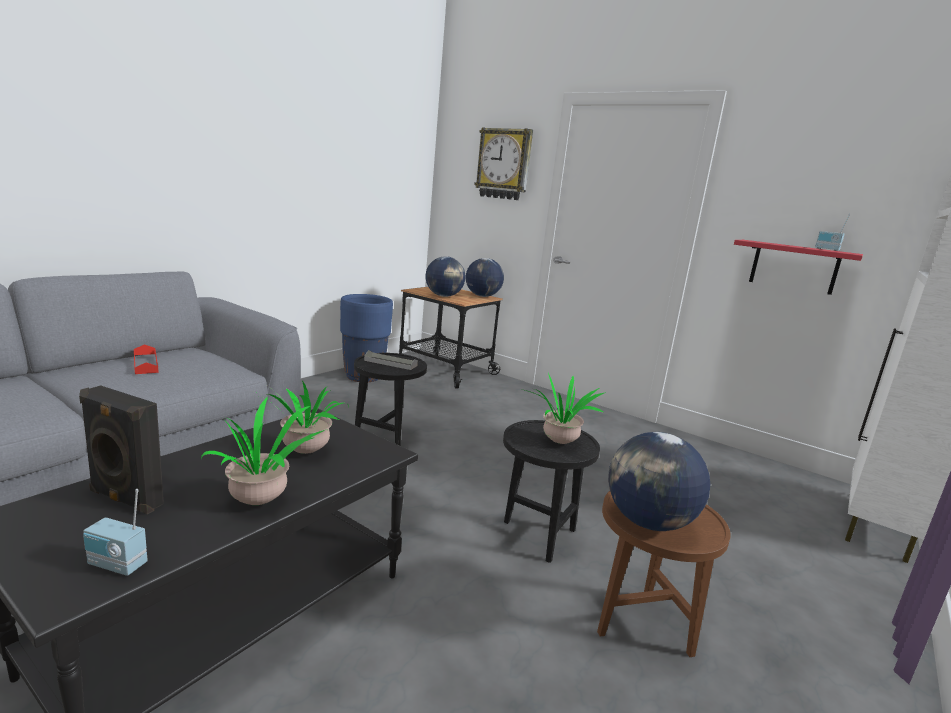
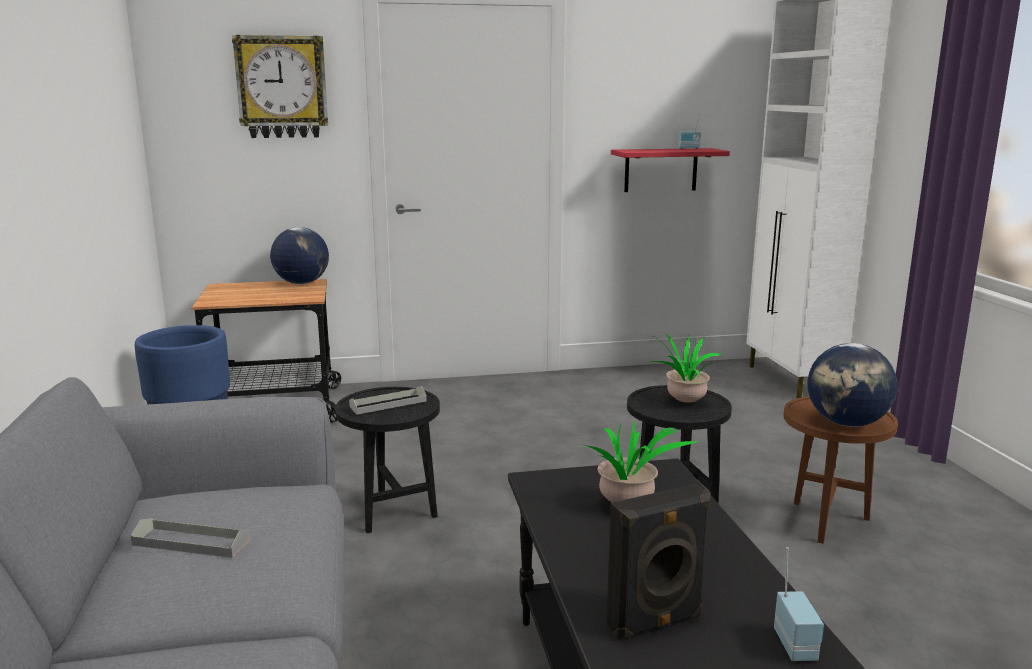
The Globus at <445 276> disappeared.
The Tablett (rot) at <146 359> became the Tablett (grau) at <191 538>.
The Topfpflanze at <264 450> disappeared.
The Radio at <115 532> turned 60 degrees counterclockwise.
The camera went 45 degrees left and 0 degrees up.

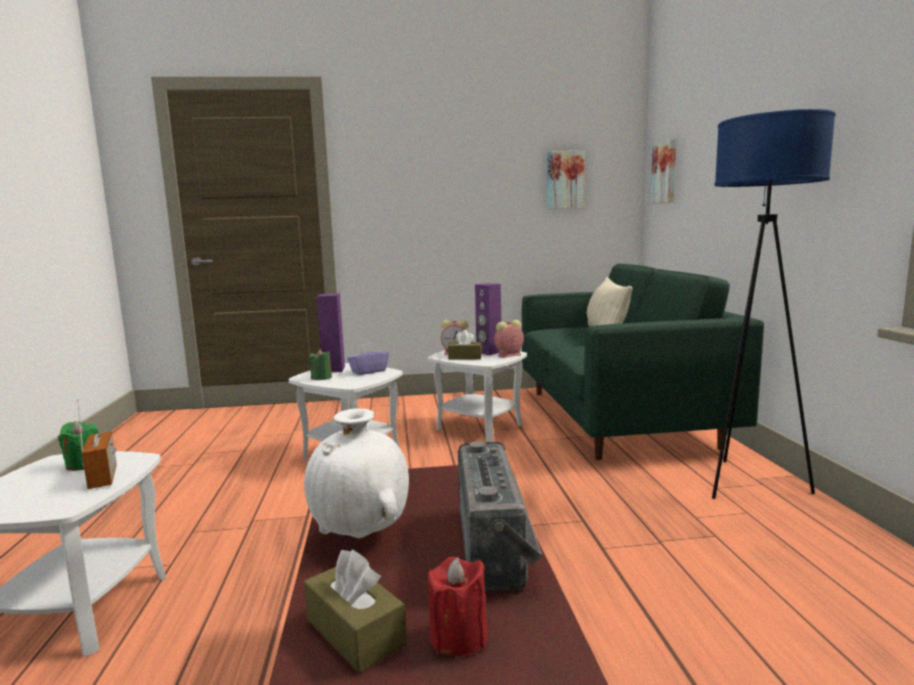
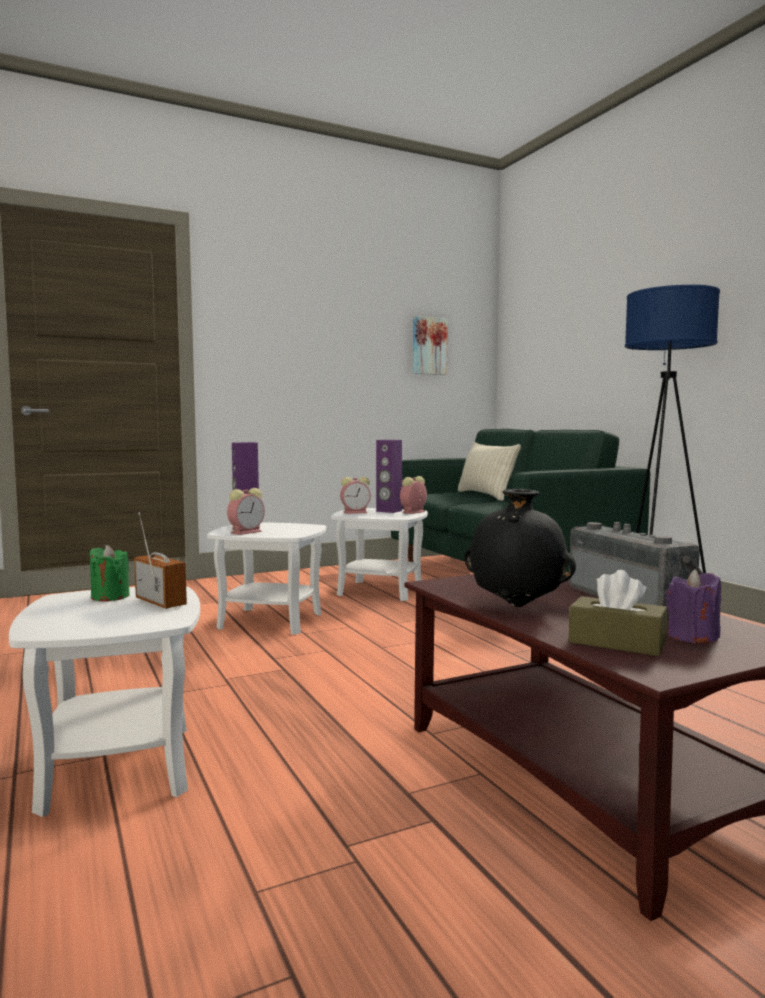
The Bild at <663 171> disappeared.
The Taschentuchbox (braun) at <465 345> disappeared.
The Taschentuchbox (lila) at <368 358> disappeared.
The Kerze (grün) at <320 364> was replaced by the Wecker at <246 511>.
The Vase (weiß) at <356 473> became the Vase (schwarz) at <520 548>.
The Kerze (rot) at <457 606> became the Kerze (lila) at <693 606>.
The camera went 20 degrees left and 5 degrees down.

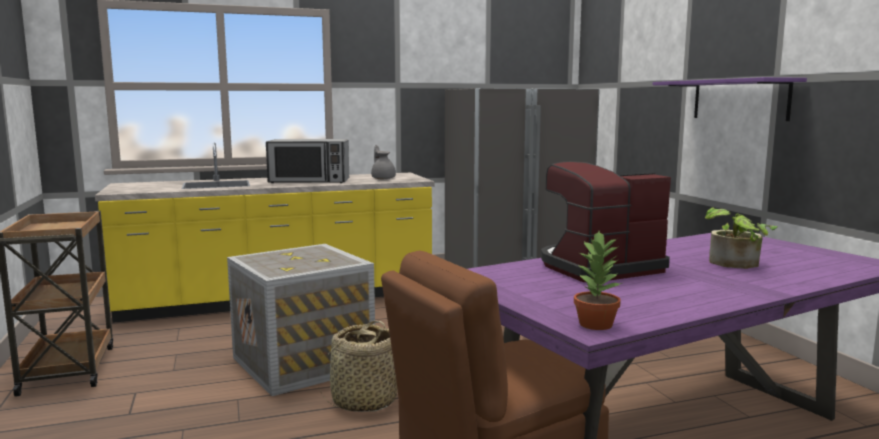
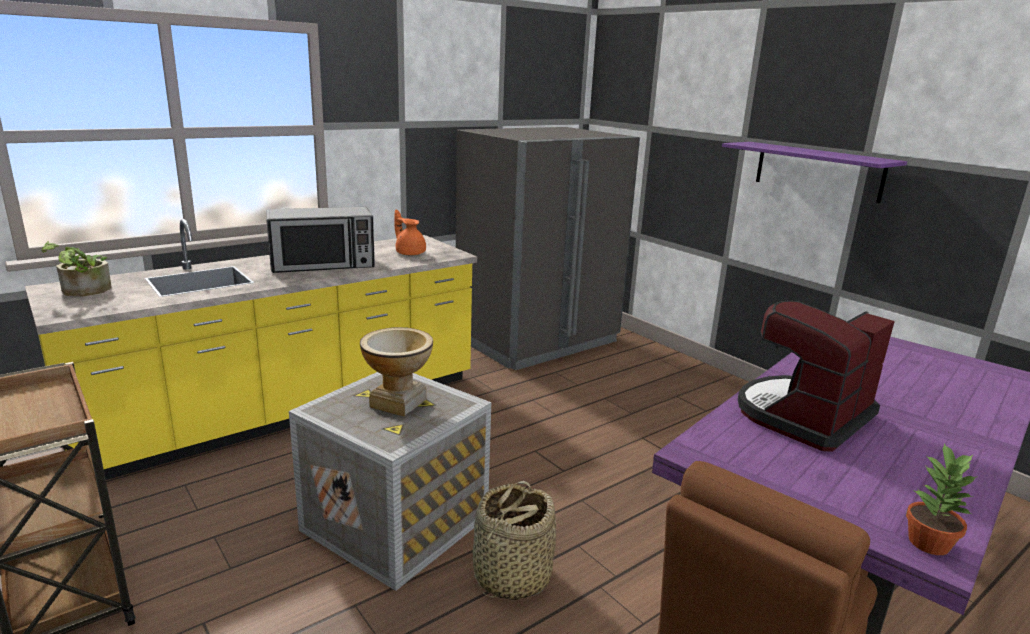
The Teekanne (grau) at <383 162> became the Teekanne (orange) at <410 233>.
The Topfpflanze moved from <741 238> to <76 269>.
The Vase at <396 372> appeared.
The camera went 20 degrees left and 10 degrees up.

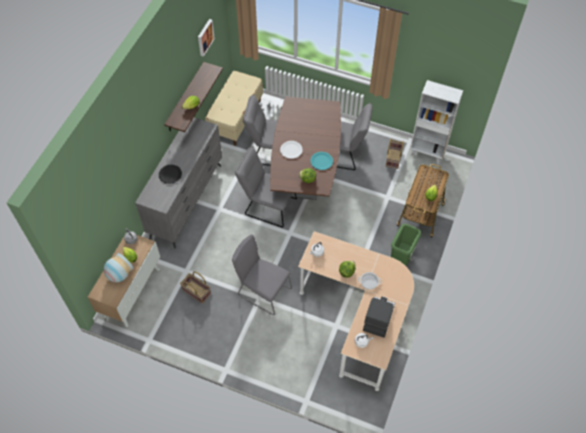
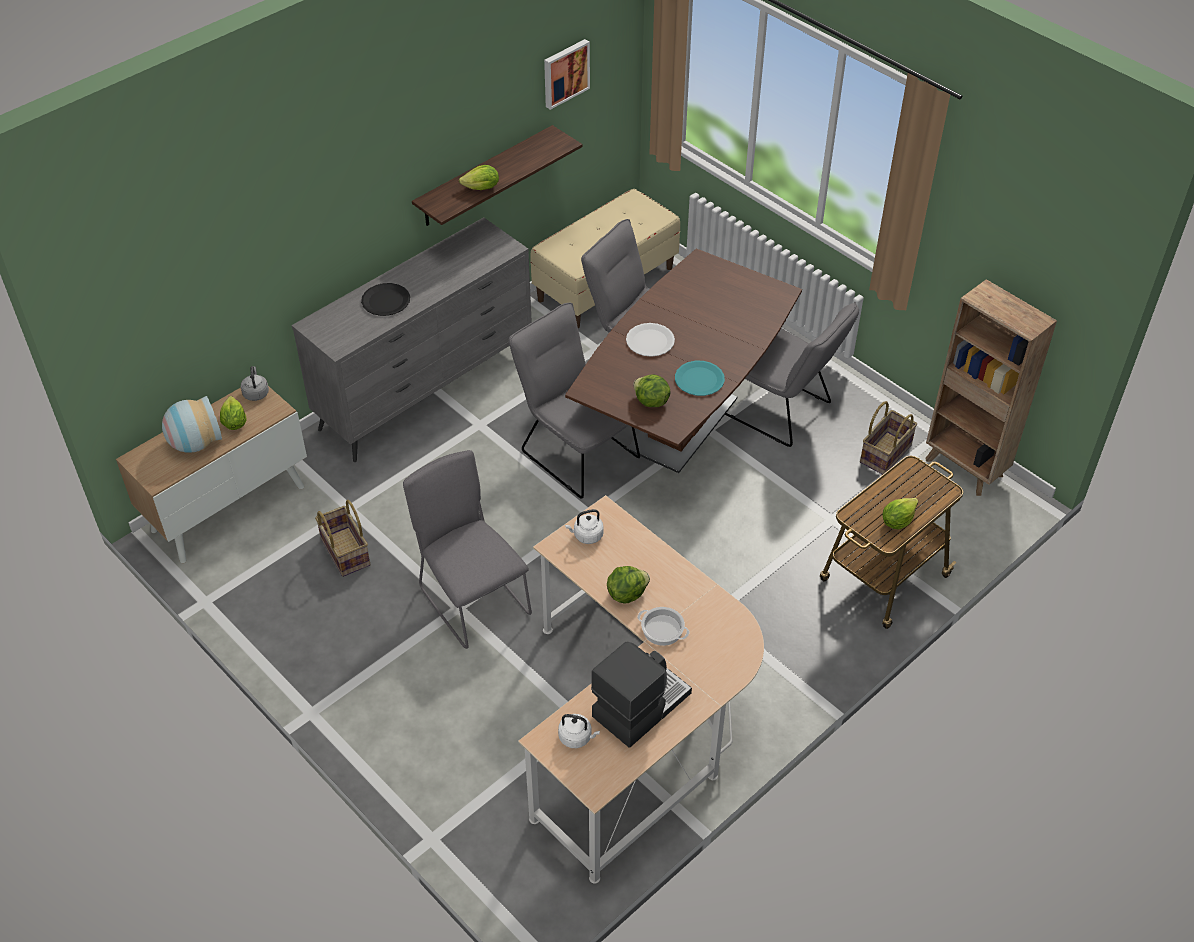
The Bücherregal (weiß) at <436 122> became the Bücherregal (braun) at <991 387>.
The Mülleimer (grün) at <406 245> disappeared.
The camera went 25 degrees right and 10 degrees down.

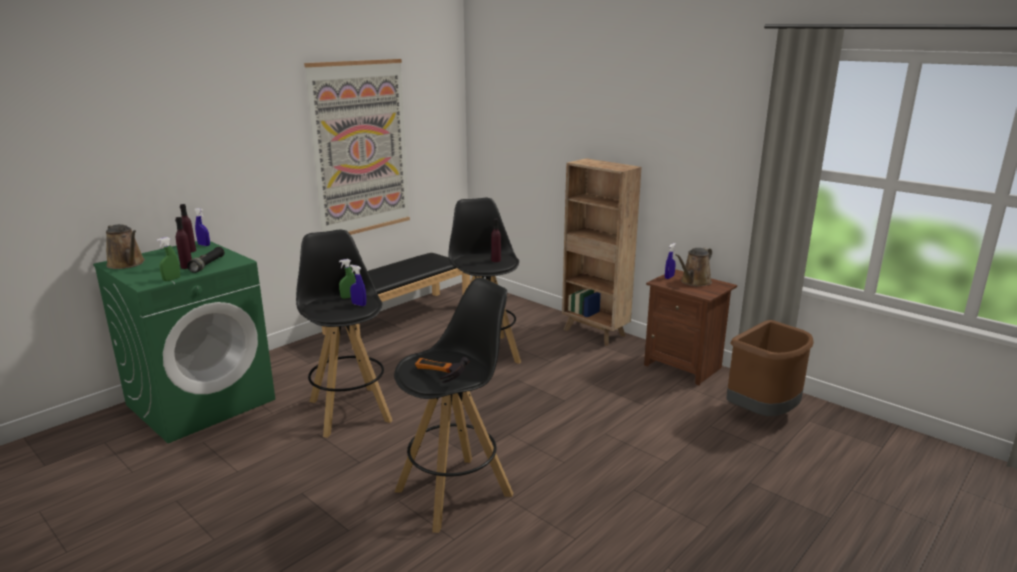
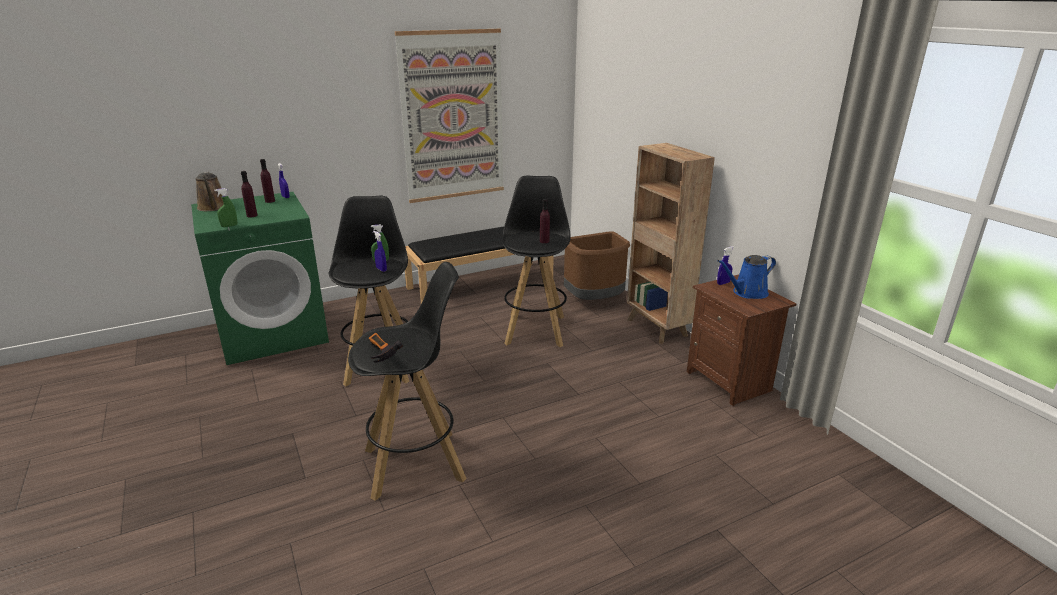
The Taschenlampe (schwarz) at <206 260> disappeared.
The Gießkanne (braun) at <693 267> became the Gießkanne (blau) at <746 277>.
The Mülleimer (braun) moved from <770 368> to <597 266>.
The camera went 20 degrees right and 5 degrees up.

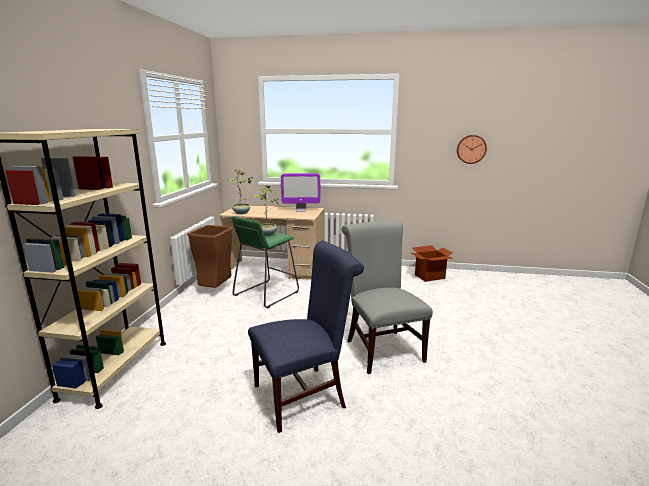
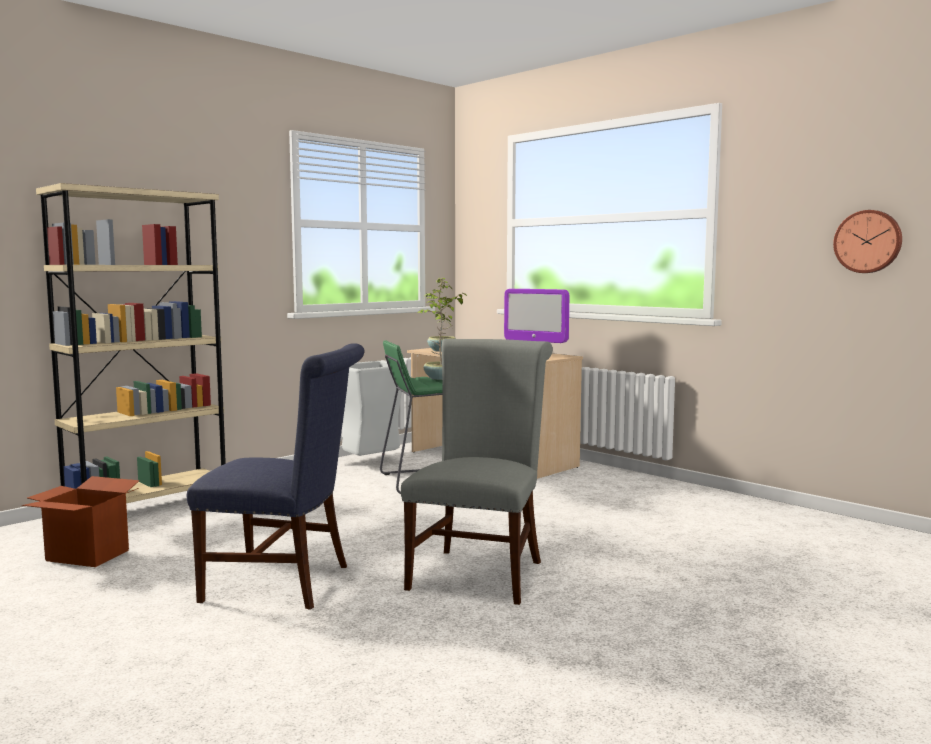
The Mülleimer (braun) at <210 256> became the Mülleimer (grau) at <372 408>.
The Karton moved from <432 263> to <81 521>.
The camera went 35 degrees right and 10 degrees down.

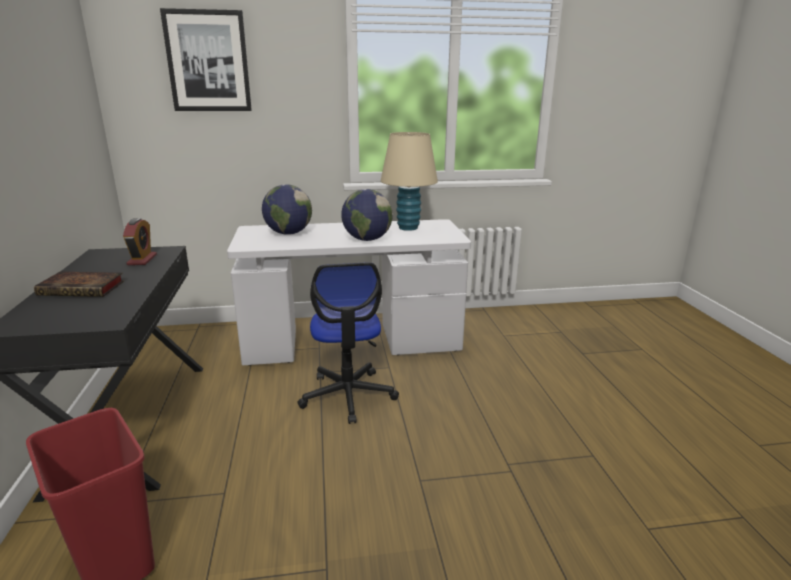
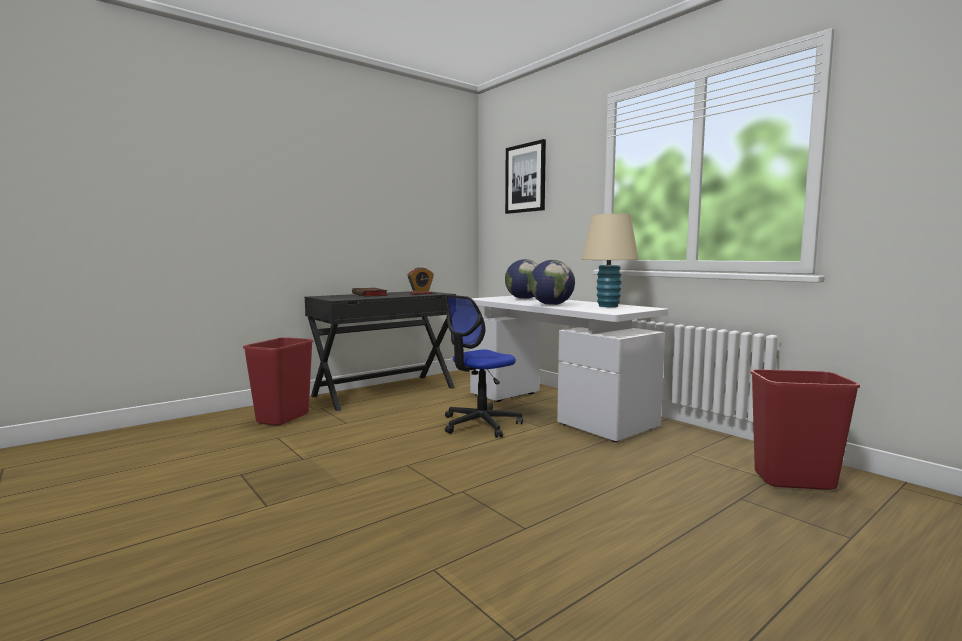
The Mülleimer (rot) at <805 429> appeared.
The camera went 60 degrees right and 15 degrees down.

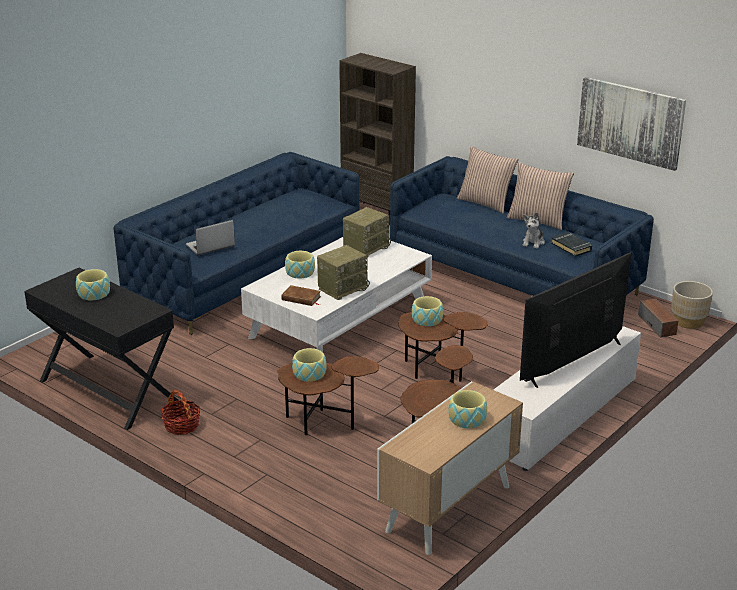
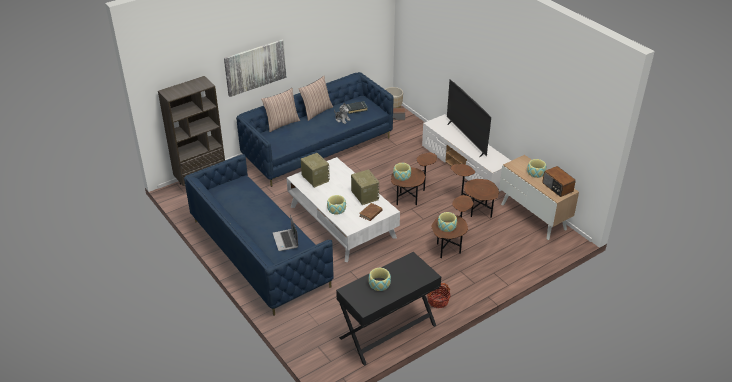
The Bild moved from <631 124> to <255 68>.
The Radio at <559 181> appeared.
The camera went 75 degrees left and 10 degrees up.

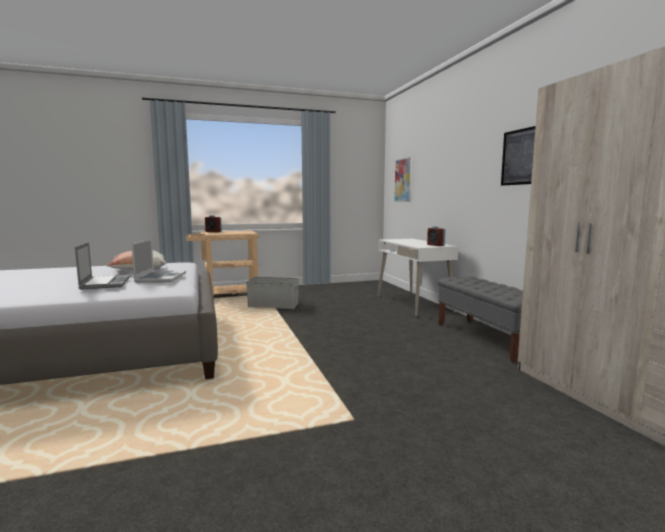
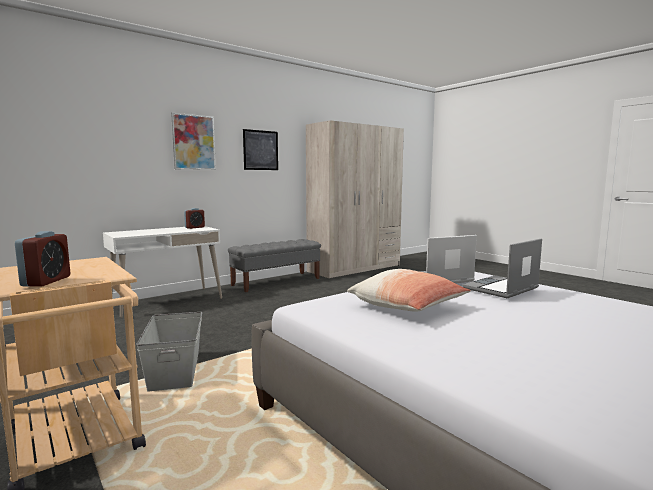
The Bild moved from <403 179> to <193 141>.
The camera went 110 degrees left and 0 degrees up.

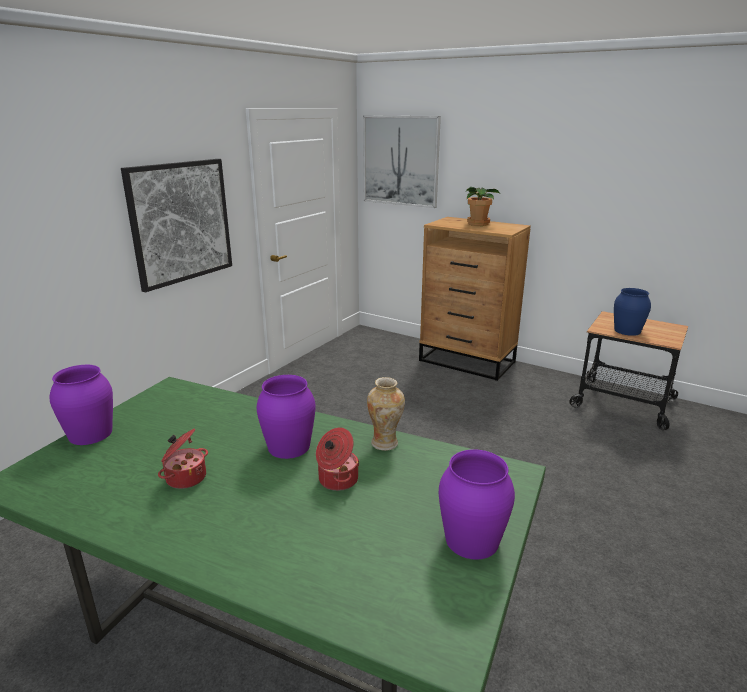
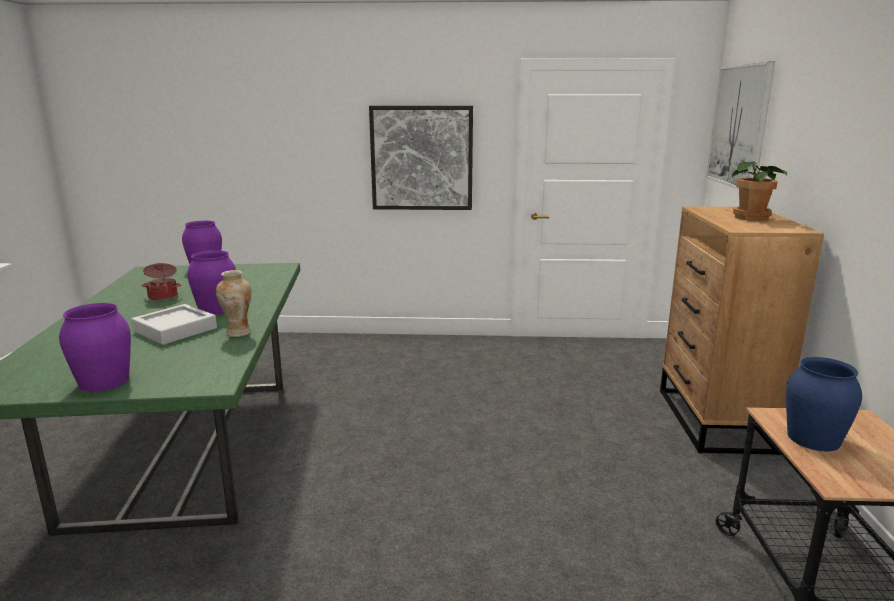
The Kochtopf at <337 459> was replaced by the Tablett (grau) at <174 324>.
The camera went 60 degrees right and 5 degrees down.

